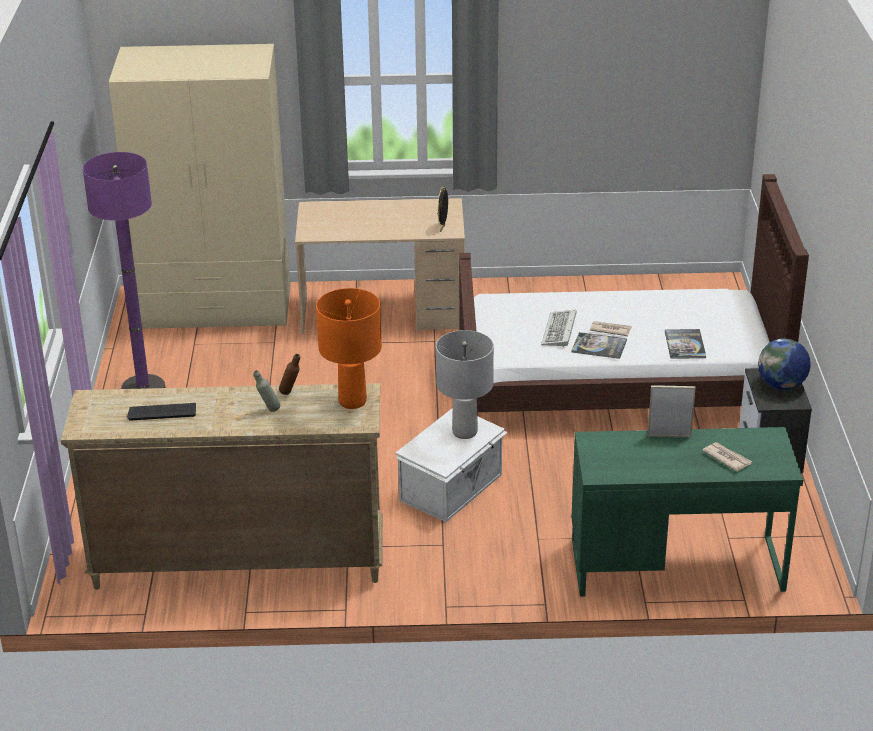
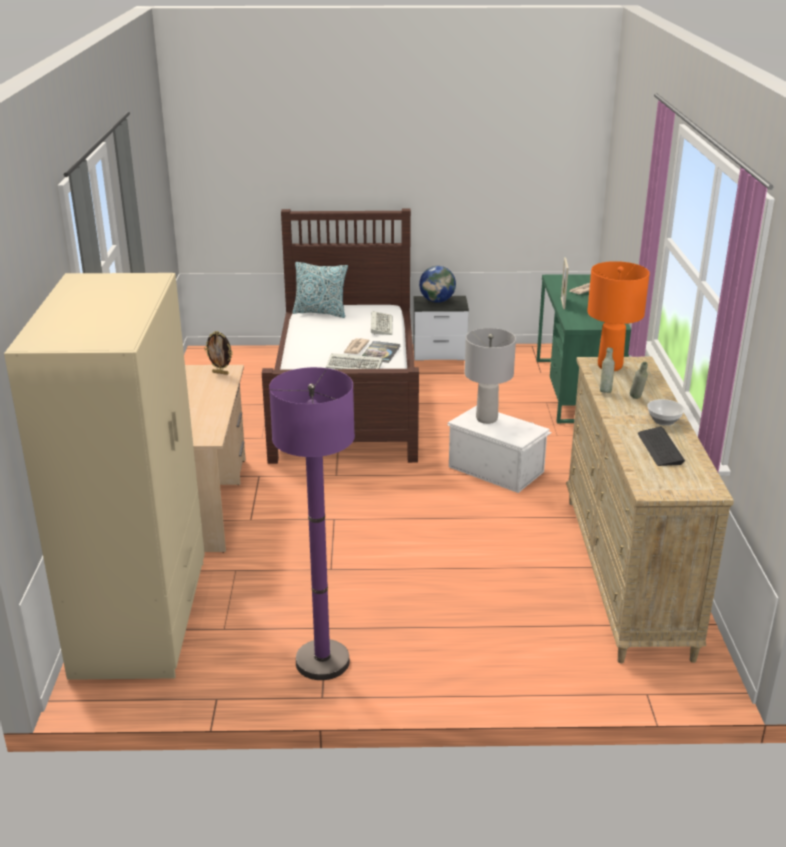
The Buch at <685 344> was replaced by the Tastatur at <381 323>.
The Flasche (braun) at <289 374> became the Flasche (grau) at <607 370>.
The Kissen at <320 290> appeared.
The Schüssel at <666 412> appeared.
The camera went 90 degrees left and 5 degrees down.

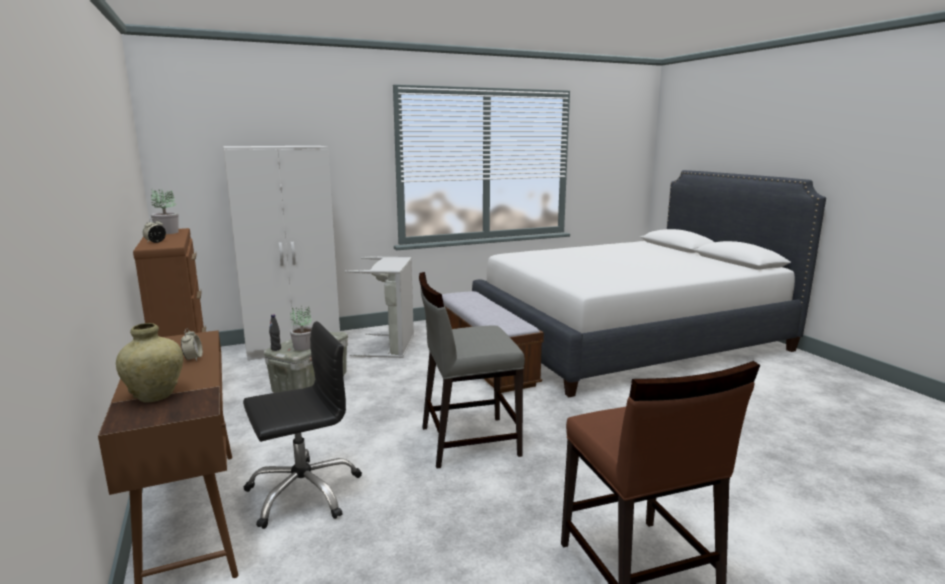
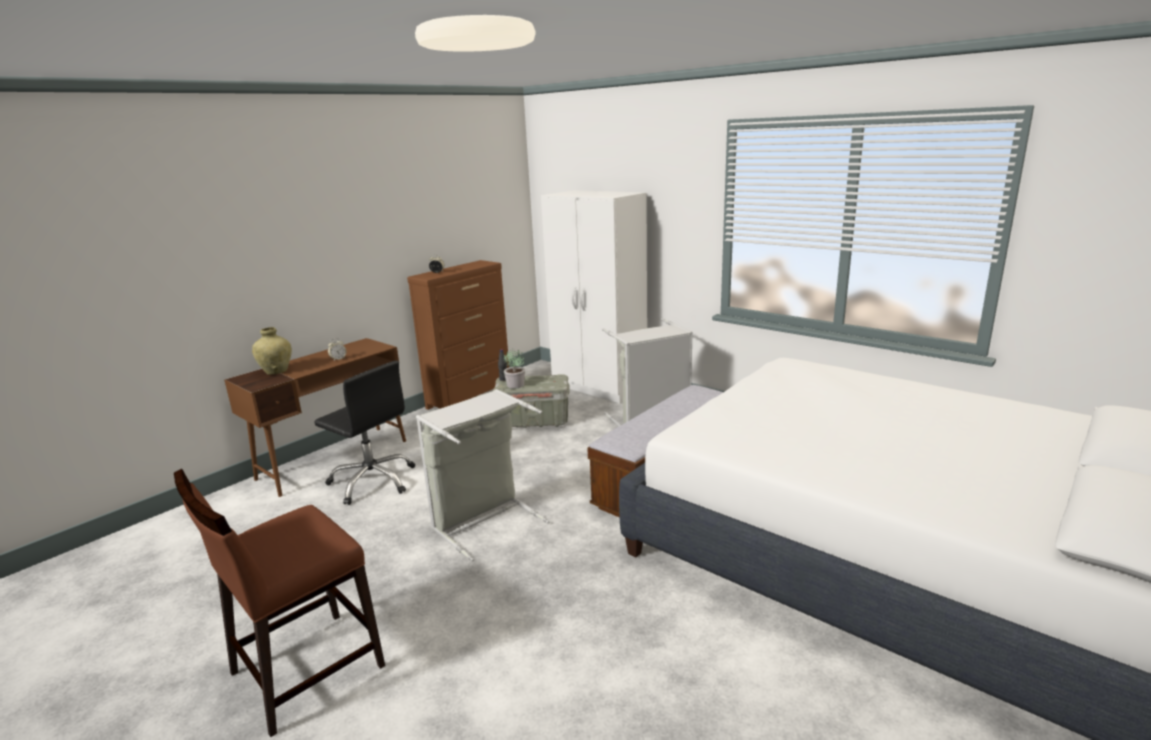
The Topfpflanze at <165 211> disappeared.
The Stuhl (grau) at <472 370> was replaced by the Wäschekorb (grau) at <483 475>.
The camera went 65 degrees right and 5 degrees up.

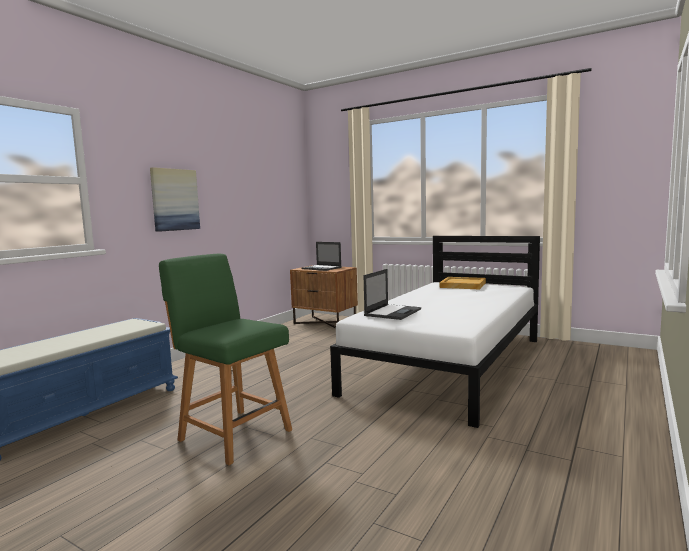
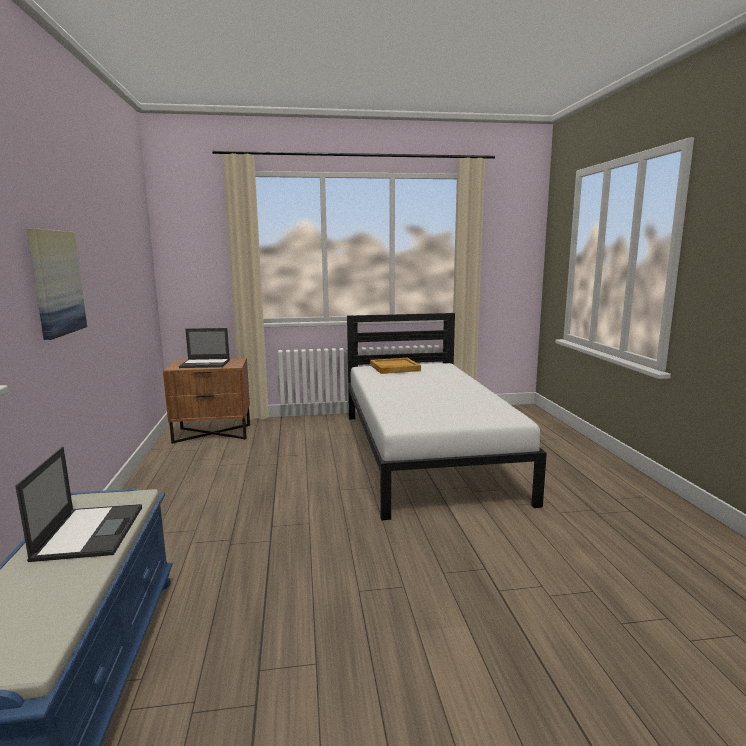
The Stuhl (grün) at <225 359> disappeared.
The Laptop moved from <392 294> to <78 504>.
The camera went 40 degrees left and 5 degrees up.

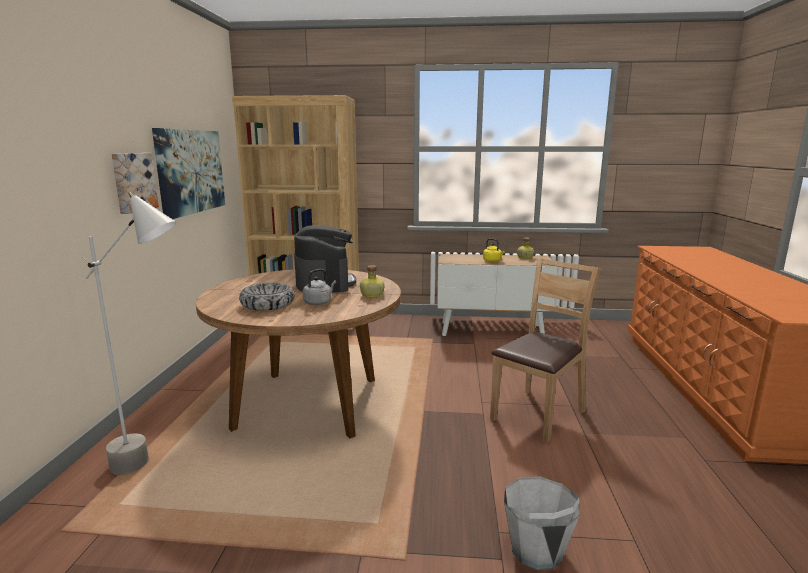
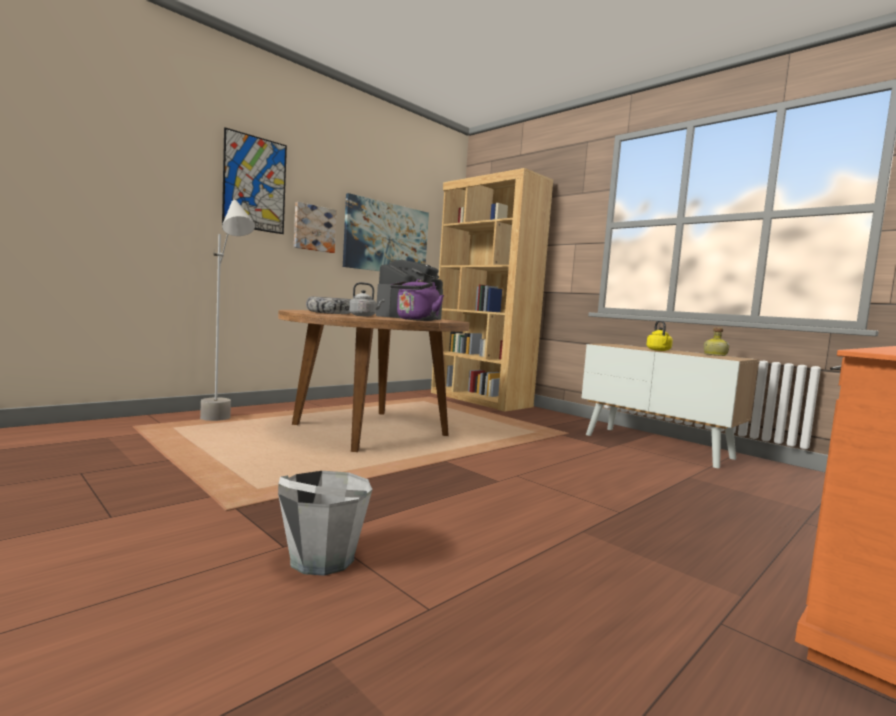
The Stuhl (braun) at <545 350> disappeared.
The Flasche at <372 281> was replaced by the Wasserkessel (lila) at <417 300>.
The Bild at <254 180> appeared.
The camera went 40 degrees right and 10 degrees down.

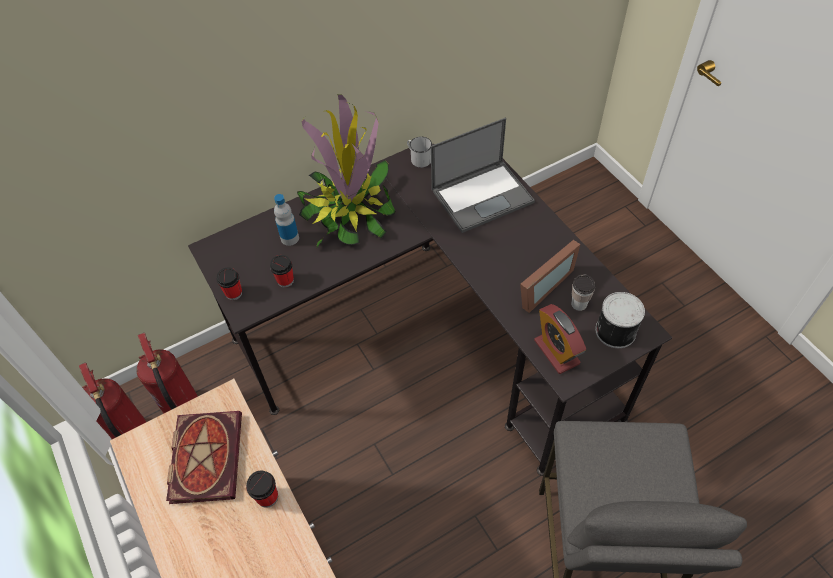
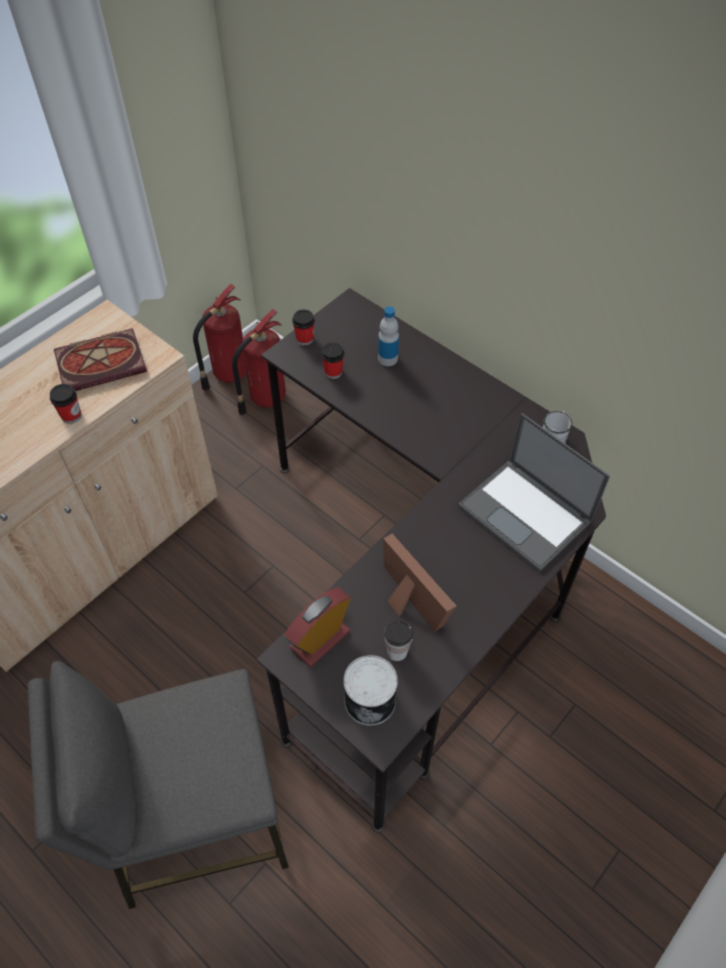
The Topfpflanze at <346 172> disappeared.
The Bilderrahmen at <550 276> turned 150 degrees counterclockwise.
The camera went 70 degrees right and 0 degrees up.

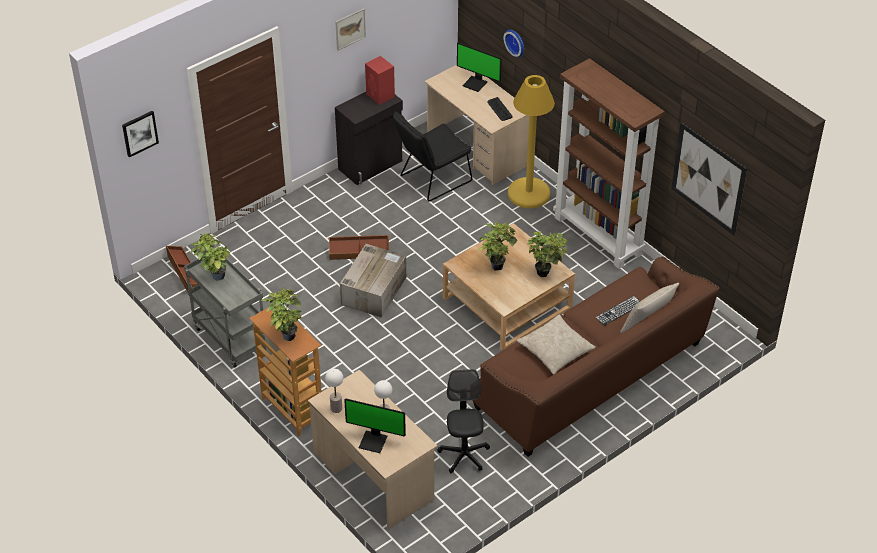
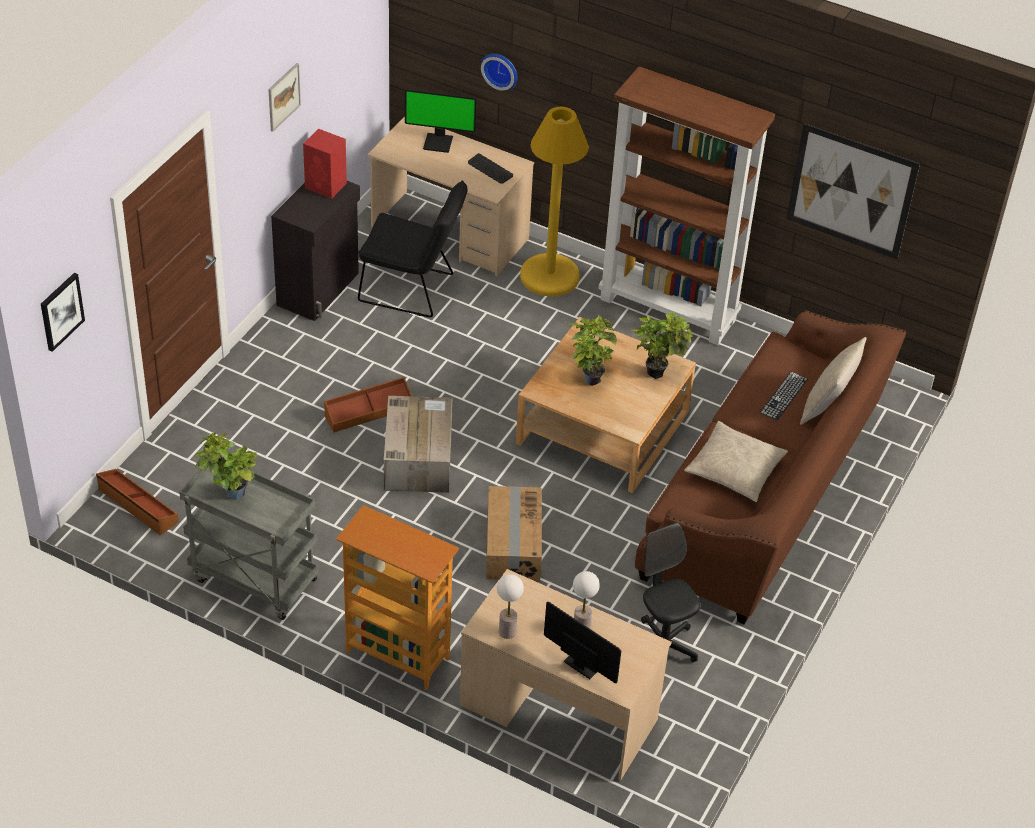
The Stuhl (schwarz) at <432 156> turned 105 degrees counterclockwise.
The Topfpflanze at <281 314> disappeared.
The Monitor at <375 426> turned 135 degrees counterclockwise.
The Karton at <514 534> appeared.
The camera went 25 degrees left and 0 degrees up.

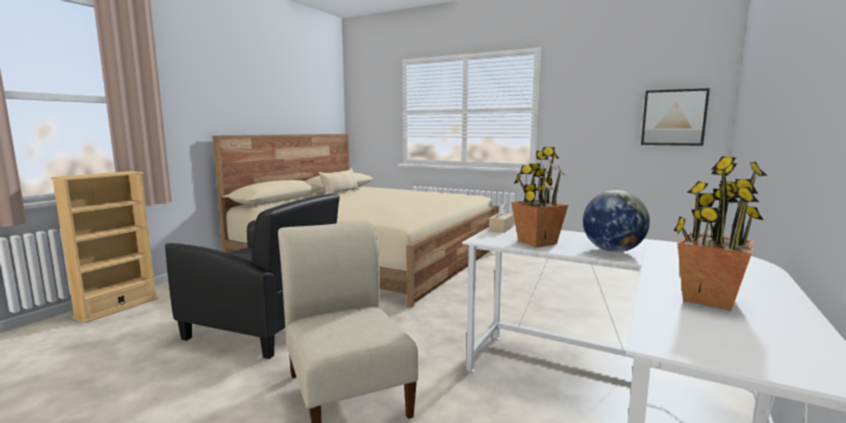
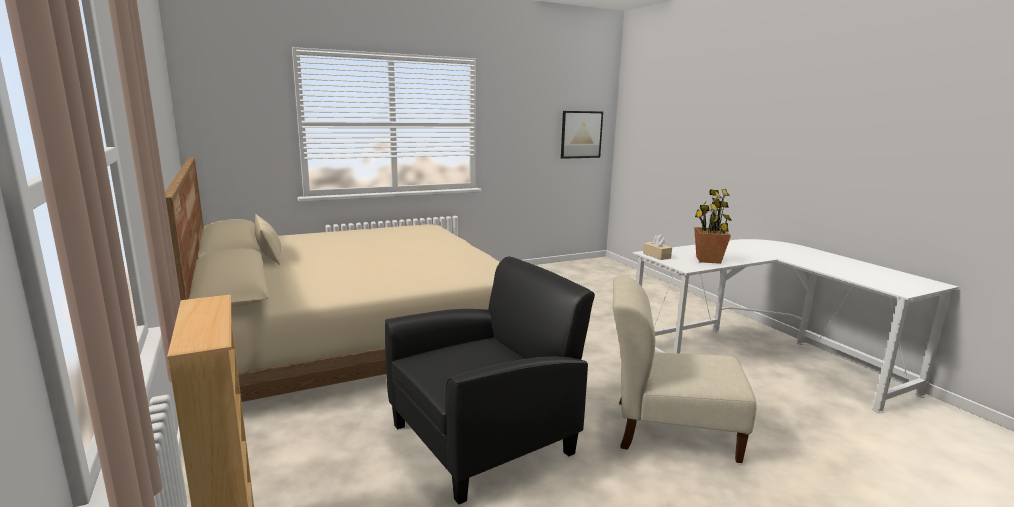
The Topfpflanze at <720 233> disappeared.
The Globus at <616 221> disappeared.
The camera went 55 degrees left and 5 degrees up.

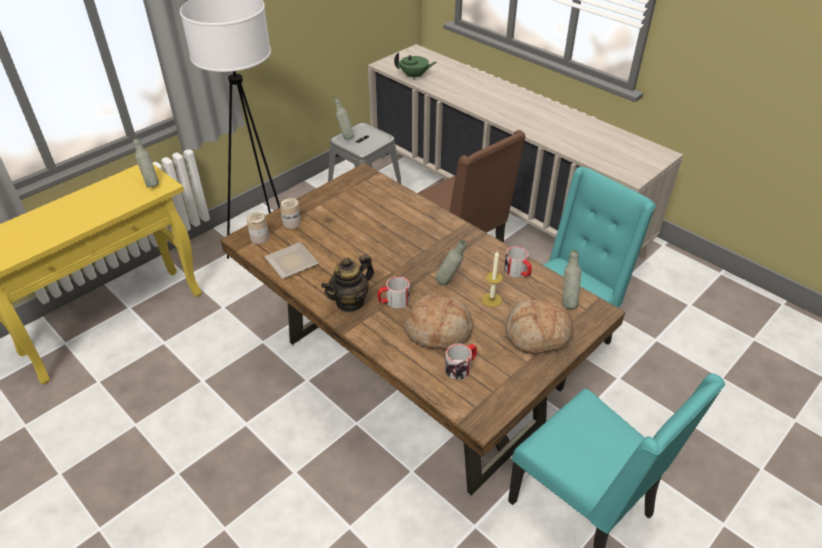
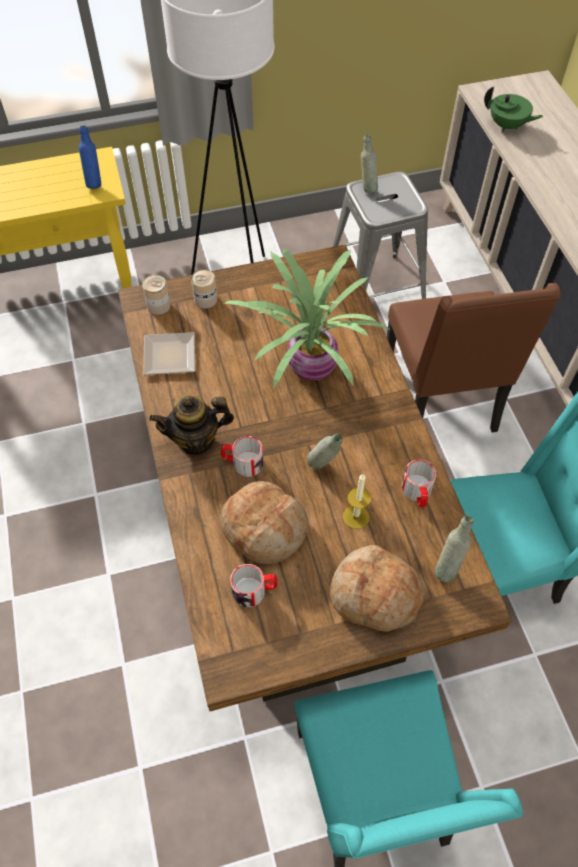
The Flasche (grau) at <146 163> became the Flasche (blau) at <90 157>.
The Topfpflanze at <307 319> appeared.
The camera went 30 degrees right and 15 degrees up.

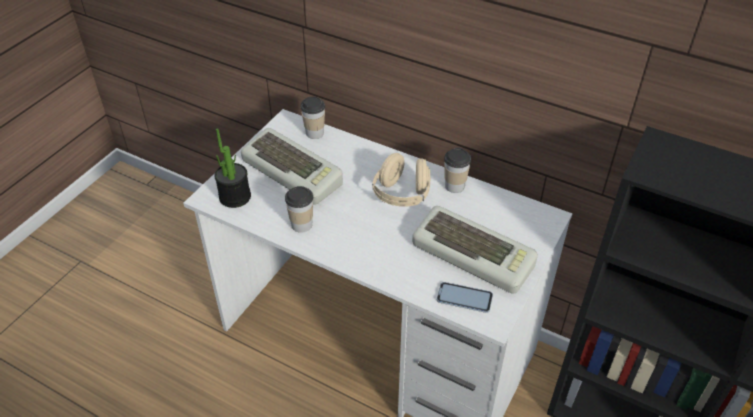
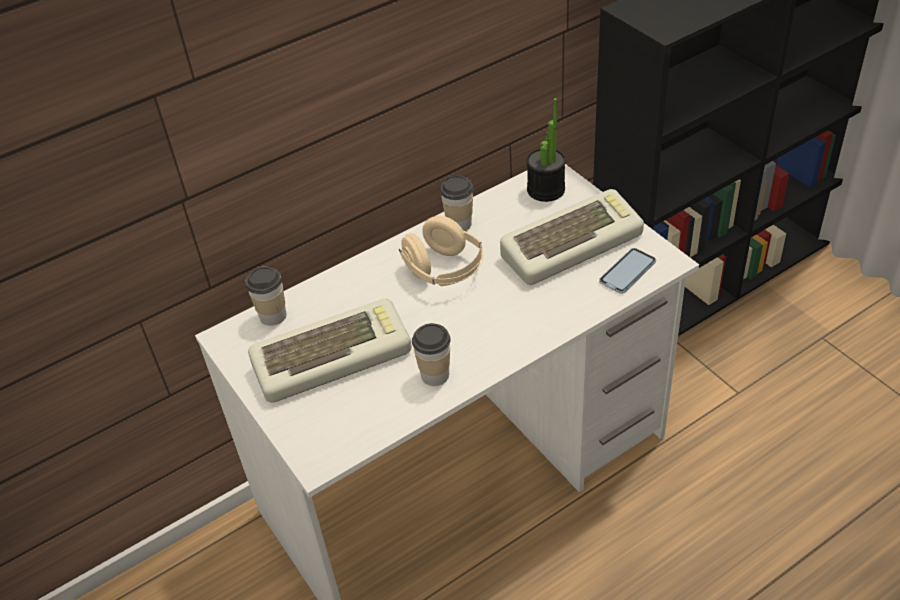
The Topfpflanze moved from <232 168> to <546 150>.
The camera went 60 degrees left and 0 degrees up.

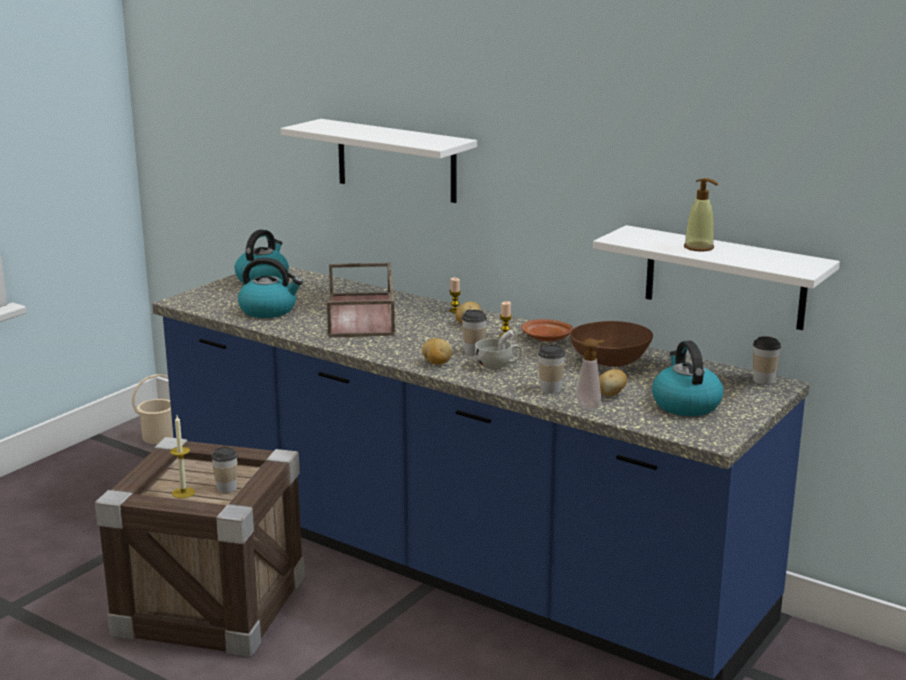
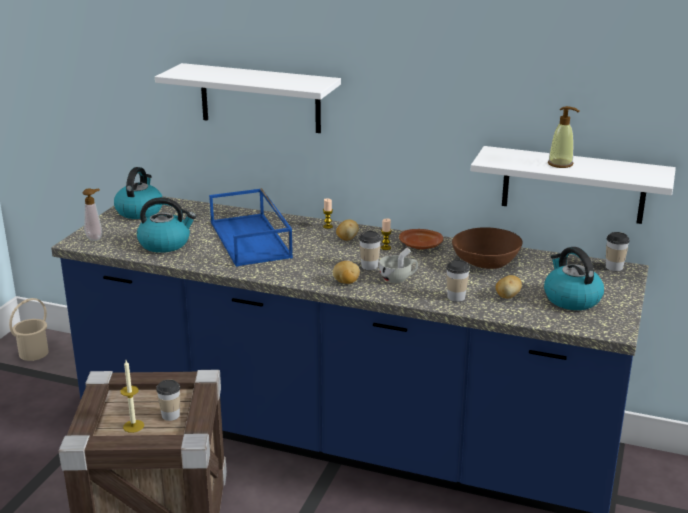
The Tablett (braun) at <361 300> became the Tablett (blau) at <251 227>.
The Seifenspender moved from <590 374> to <92 214>.
The camera went 15 degrees left and 5 degrees up.

